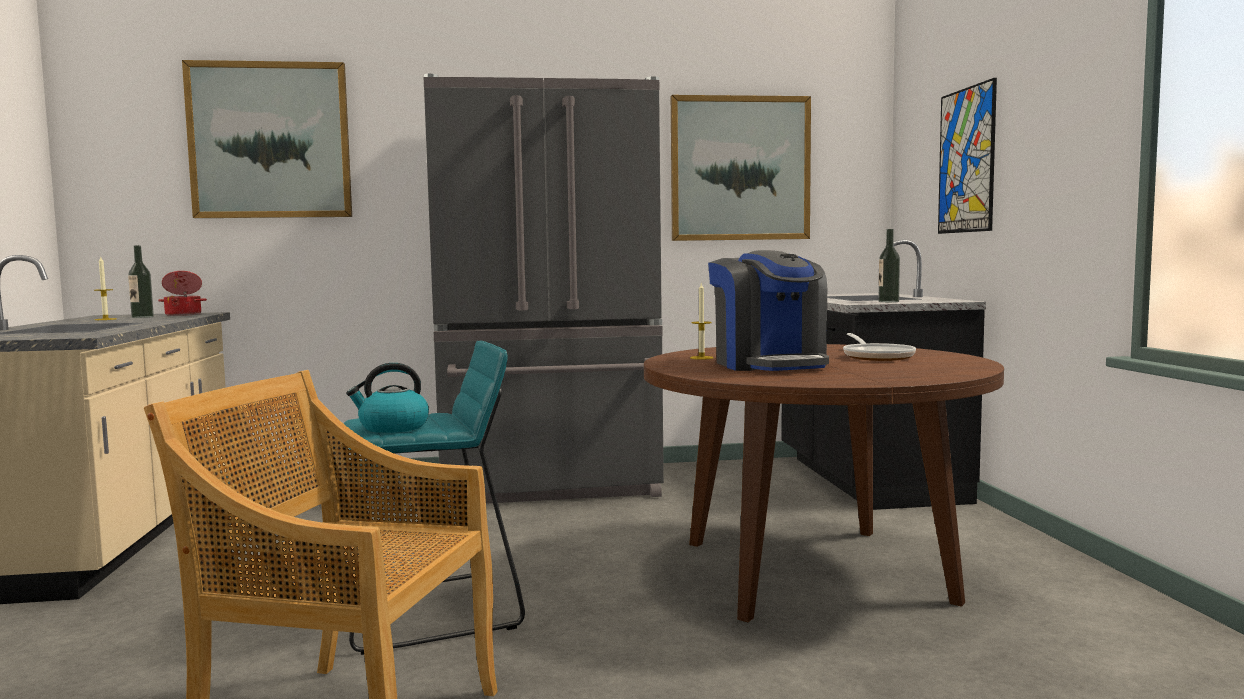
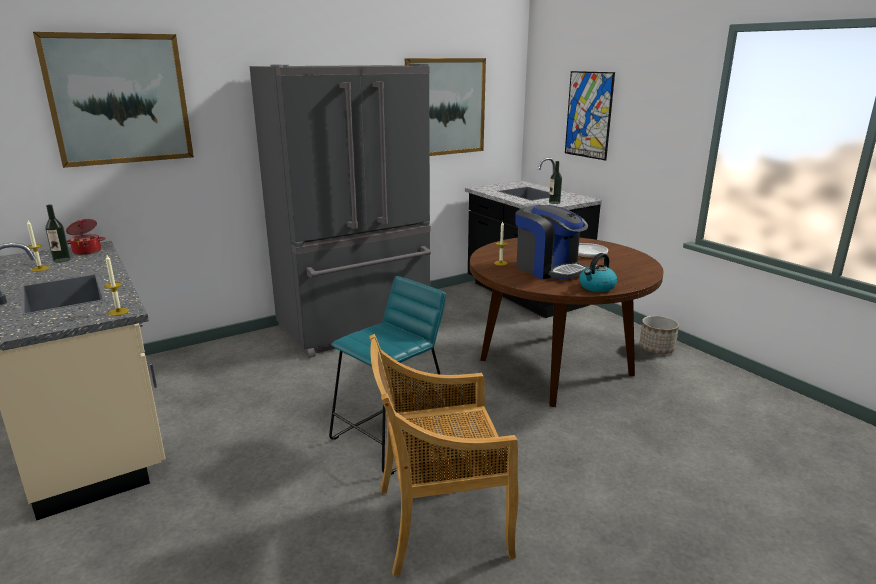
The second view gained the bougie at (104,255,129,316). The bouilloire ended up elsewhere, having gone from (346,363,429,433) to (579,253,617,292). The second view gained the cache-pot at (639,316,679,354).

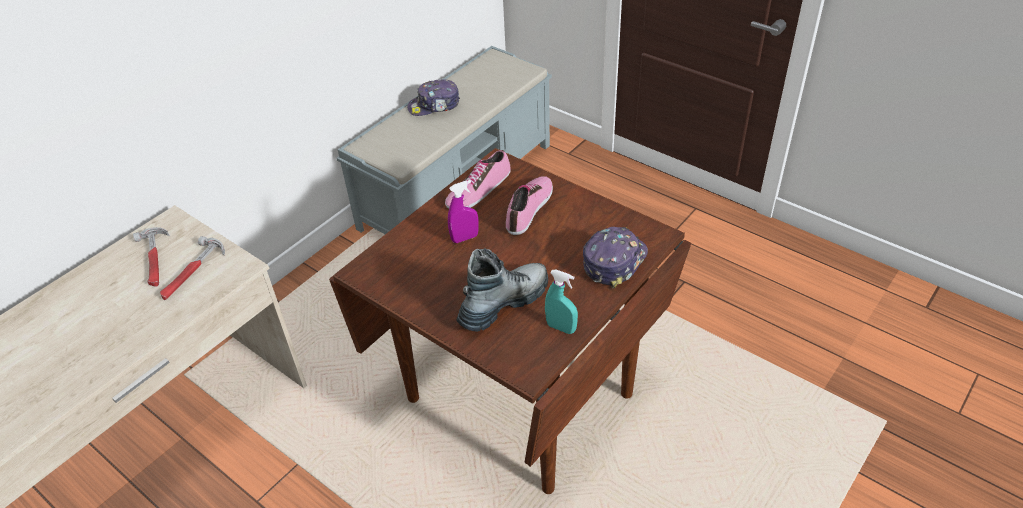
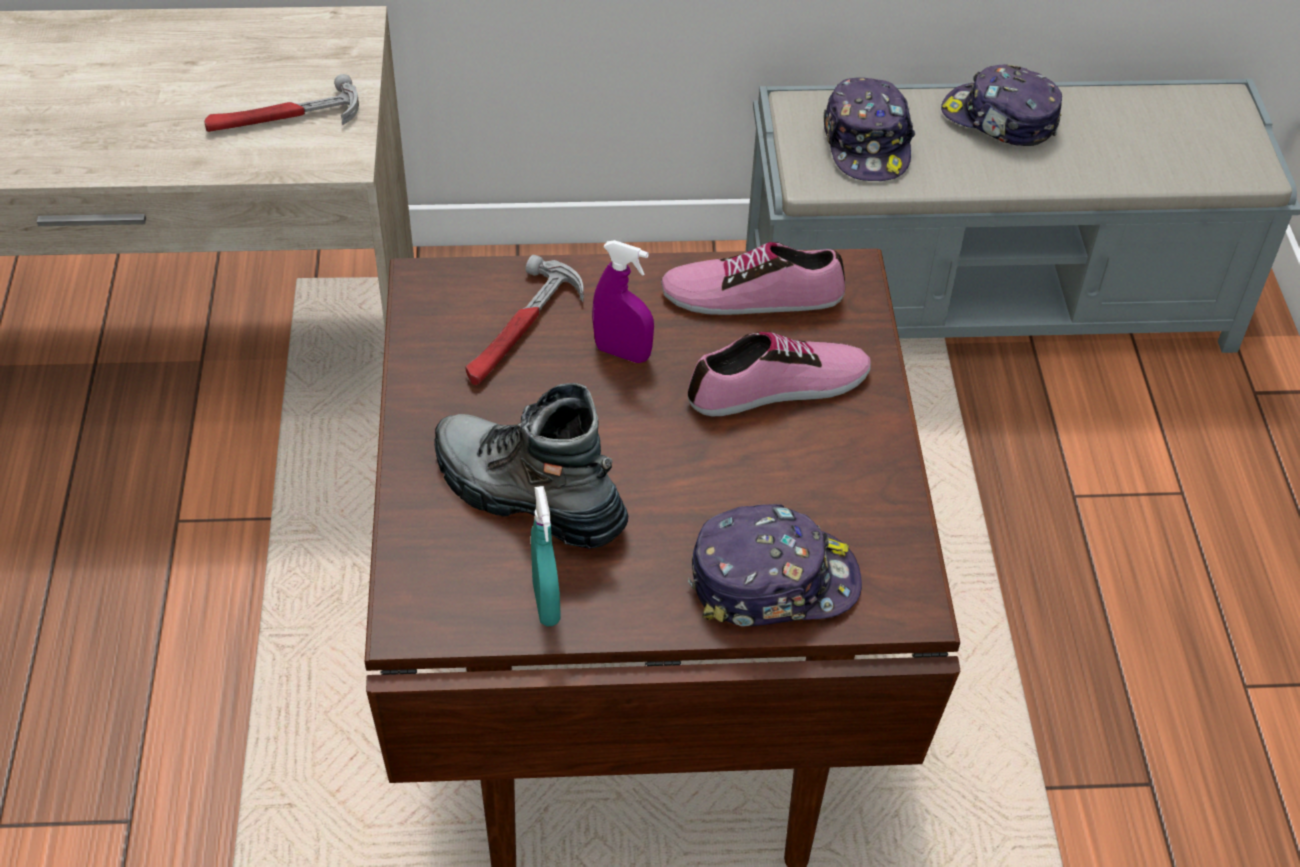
The botte at (456,248,548,332) ended up facing another way, 150 degrees counterclockwise from before. The marteau ended up elsewhere, having gone from (133,227,170,287) to (465,255,584,385). The second view gained the casquette at (823,77,915,181).

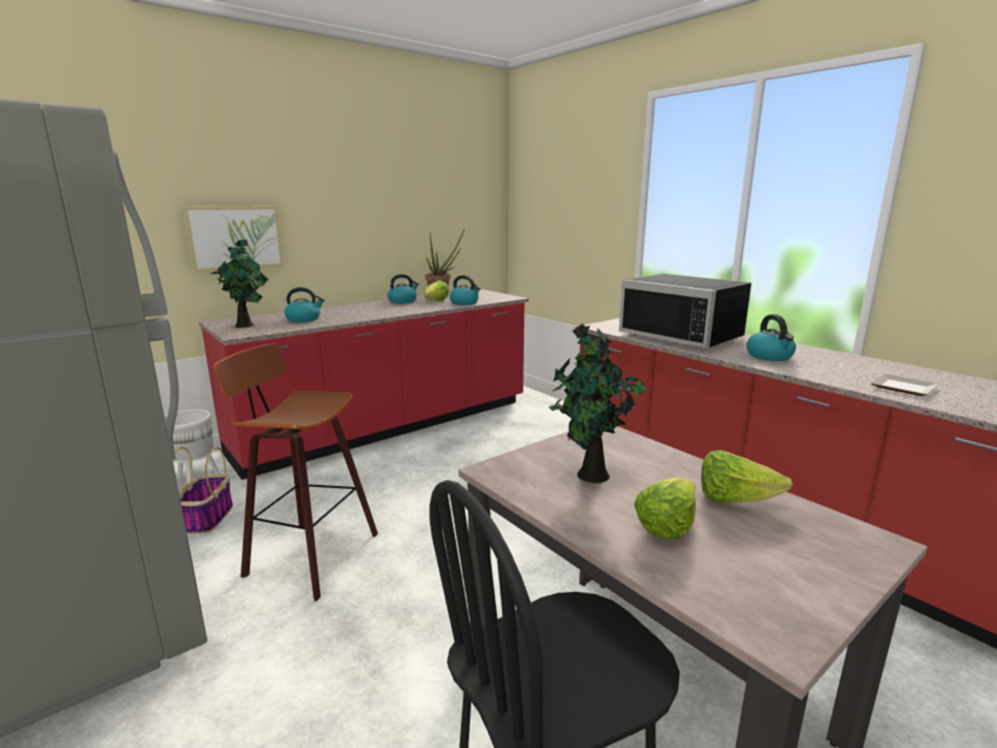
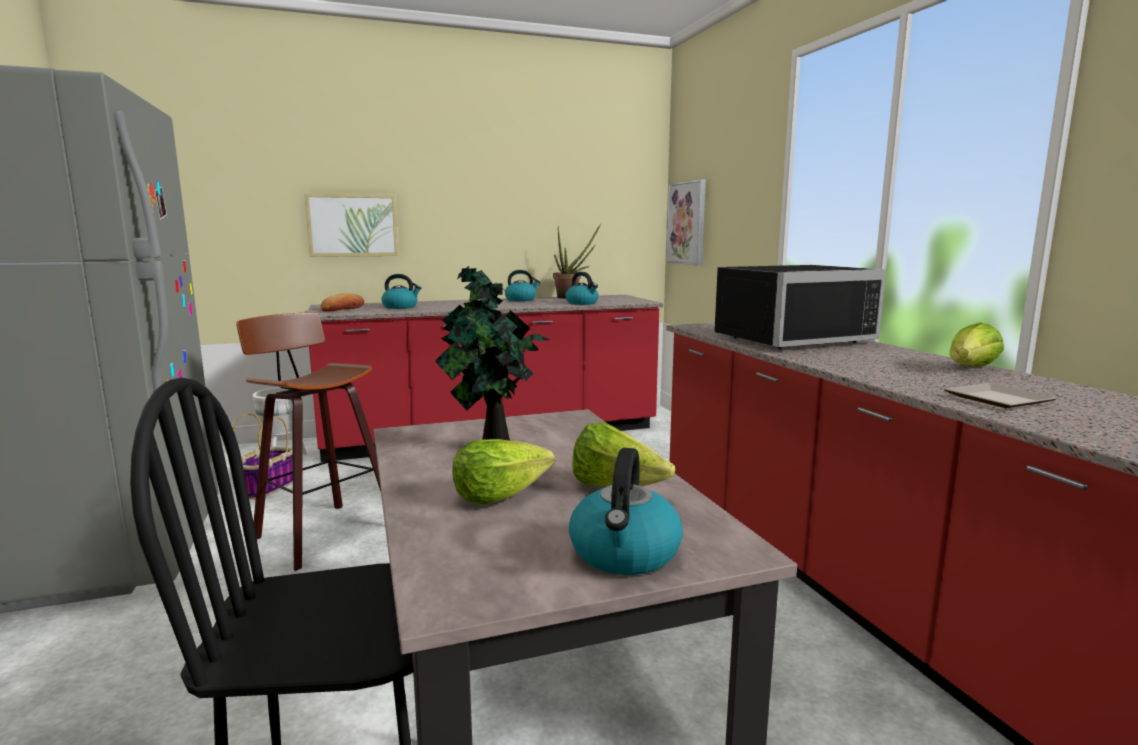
Where the plante en pot stood at (211,239,268,328), the pain came to stand at (320,293,364,311). The bouilloire ended up elsewhere, having gone from (746,314,796,361) to (569,448,683,575). The second view gained the tableau at (666,179,706,266). The micro-ondes (noir) at (619,274,751,348) ended up facing another way, 90 degrees counterclockwise from before. The laitue ended up elsewhere, having gone from (424,280,449,301) to (949,322,1004,367).

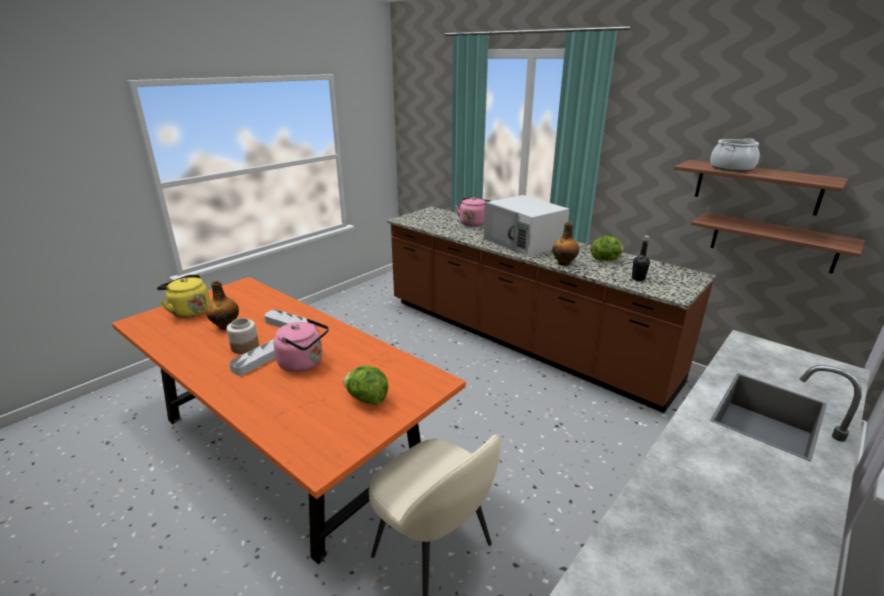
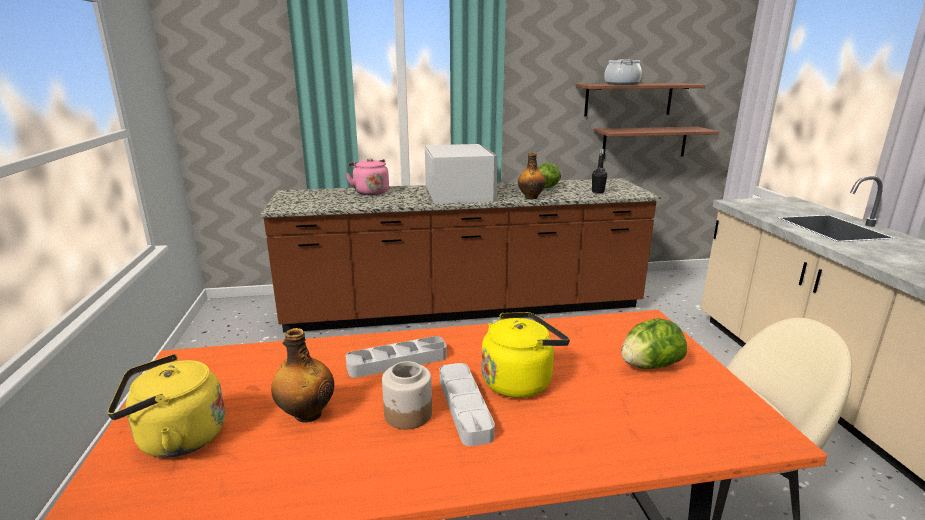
The micro-ondes (blanc) at (484,195,570,256) ended up facing another way, 105 degrees counterclockwise from before. What was the bouilloire (rose) at (273,318,329,372) turned into the bouilloire (jaune) at (481,312,570,398).

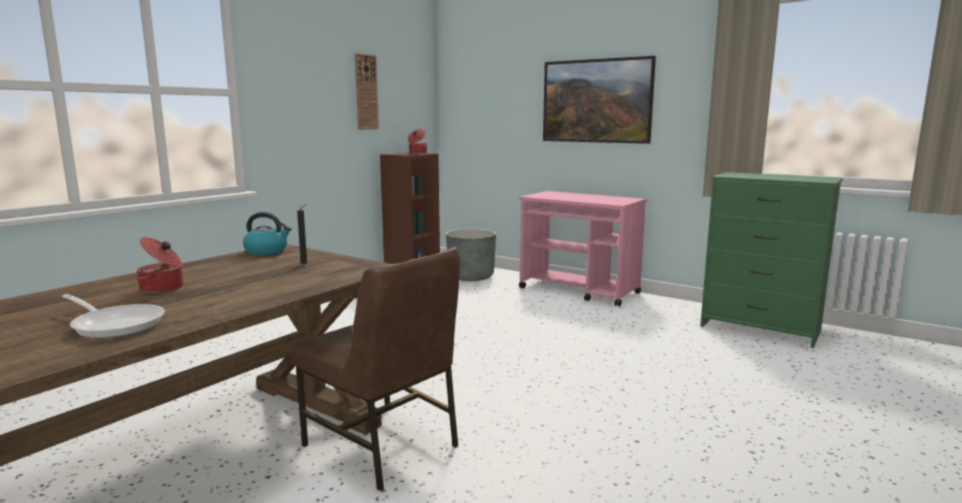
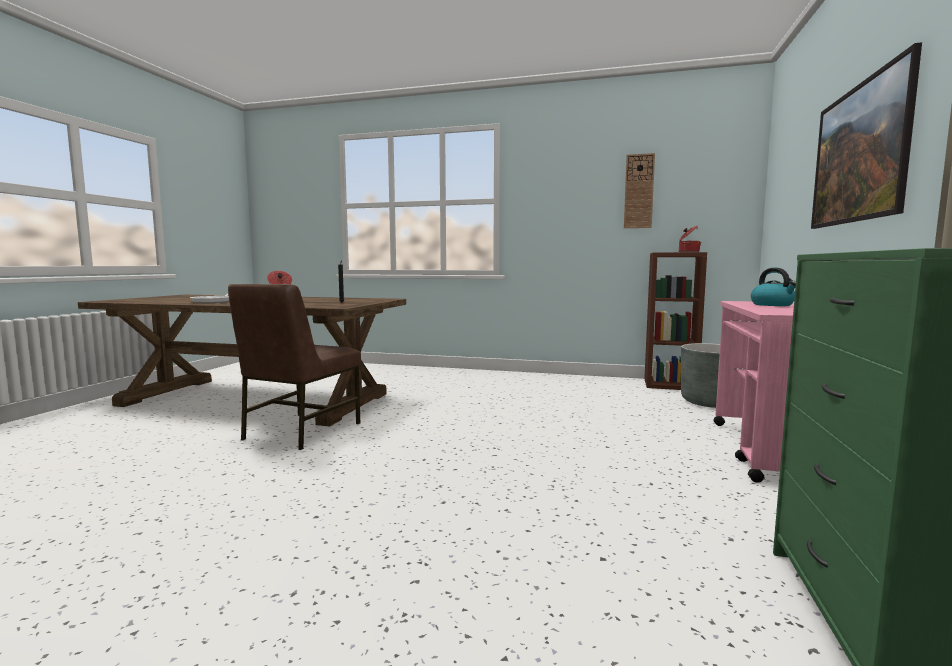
The bouilloire ended up elsewhere, having gone from (243,212,292,255) to (751,268,796,306).

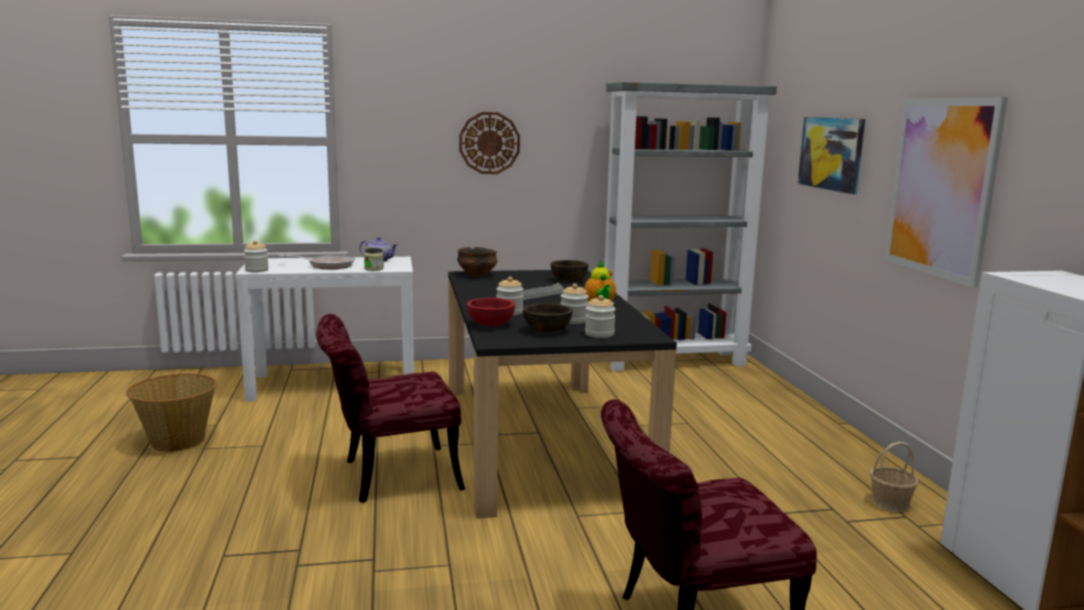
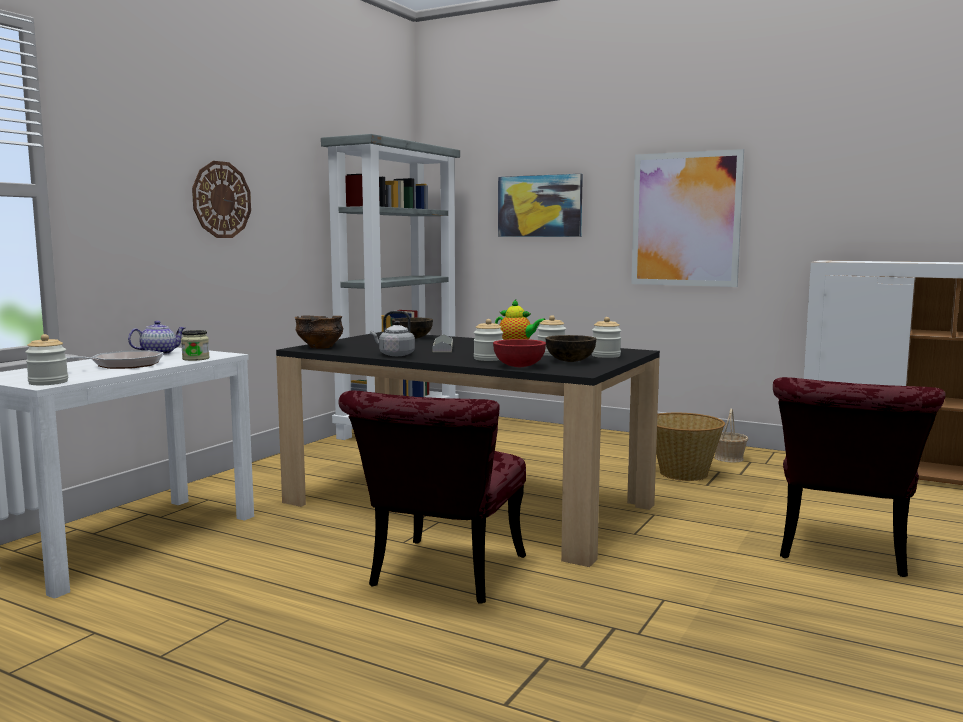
The second view gained the bouilloire (gris) at (370,311,415,356). The panier ended up elsewhere, having gone from (126,373,217,452) to (656,413,725,481).

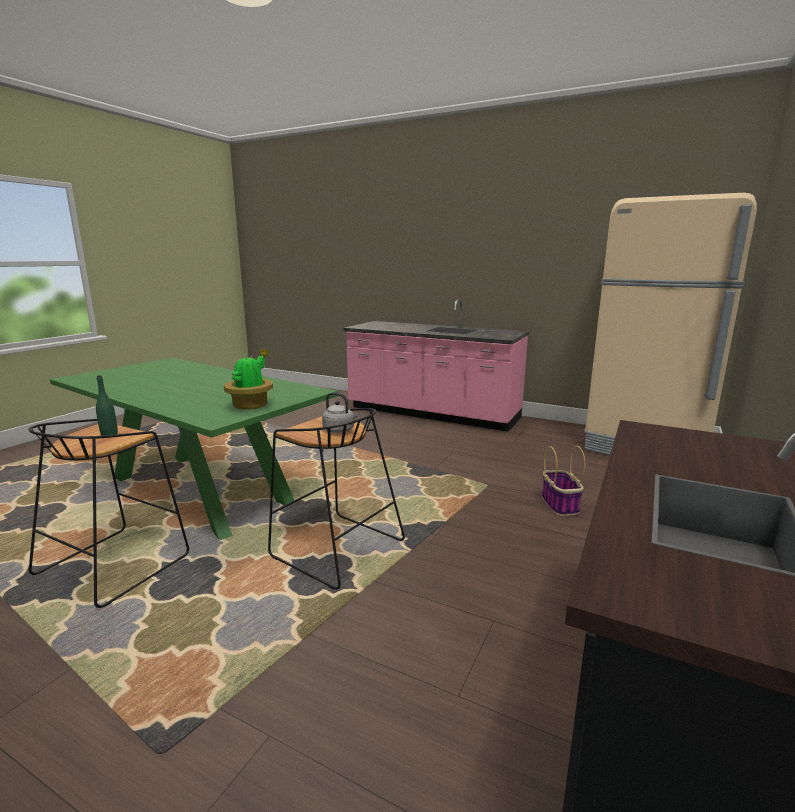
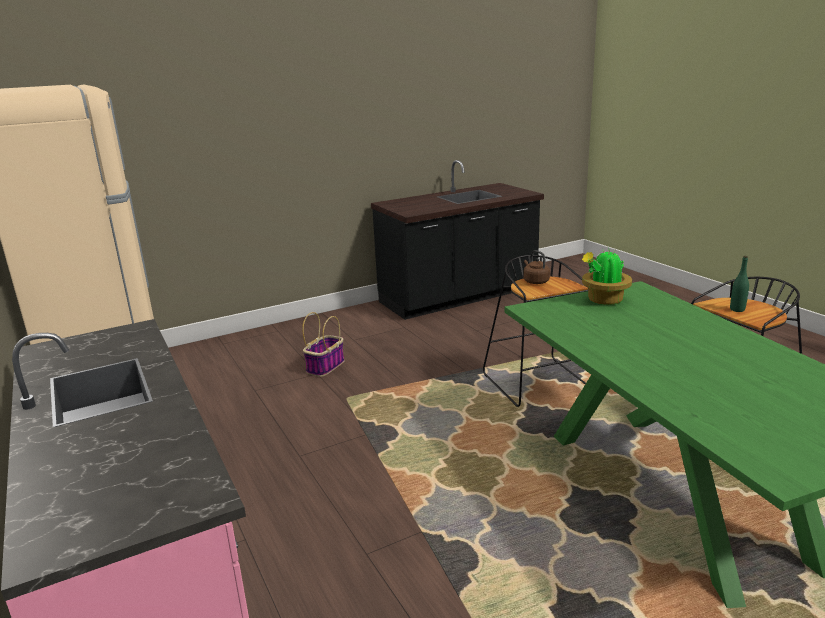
What was the bouilloire (gris) at (322,392,359,433) turned into the bouilloire (marron) at (523,250,550,284).

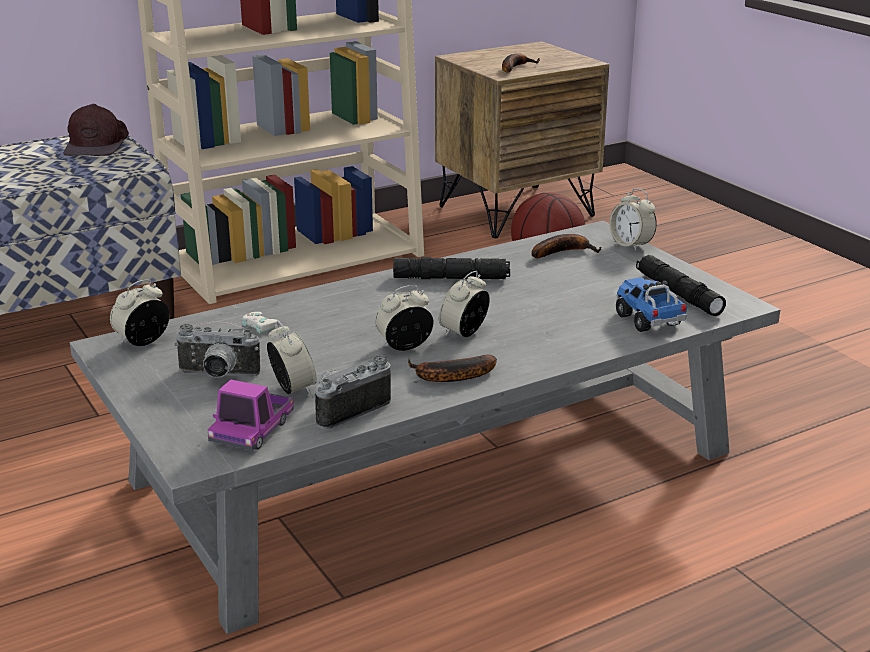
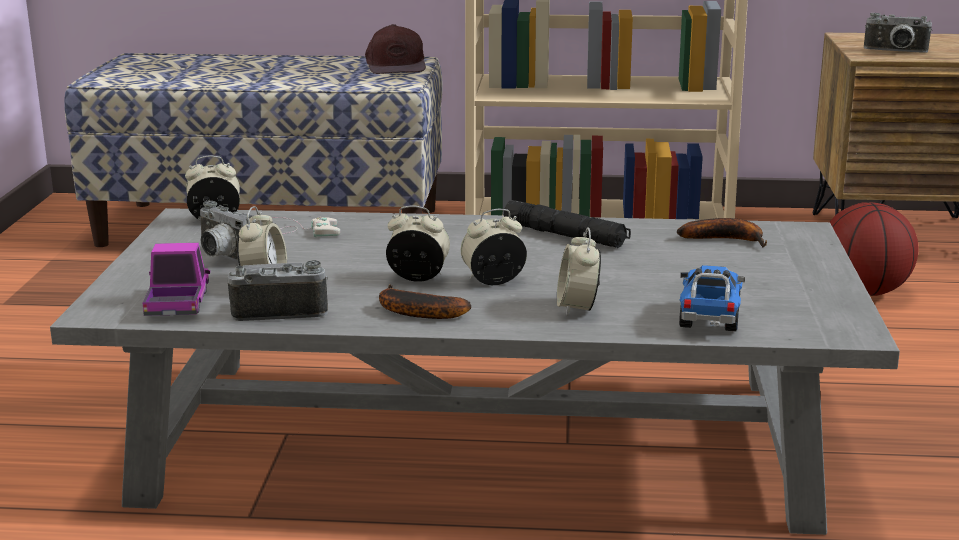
The camion jouet at (208,380,294,451) ended up facing another way, 120 degrees clockwise from before. The casquette (marron) at (63,104,129,156) ended up facing another way, 45 degrees counterclockwise from before. The réveil ended up elsewhere, having gone from (610,188,657,251) to (557,227,601,316). Where the banane stood at (502,53,540,73), the appareil photo came to stand at (864,13,932,53). The second view lost the lampe de poche (noir) at (636,255,726,316).

